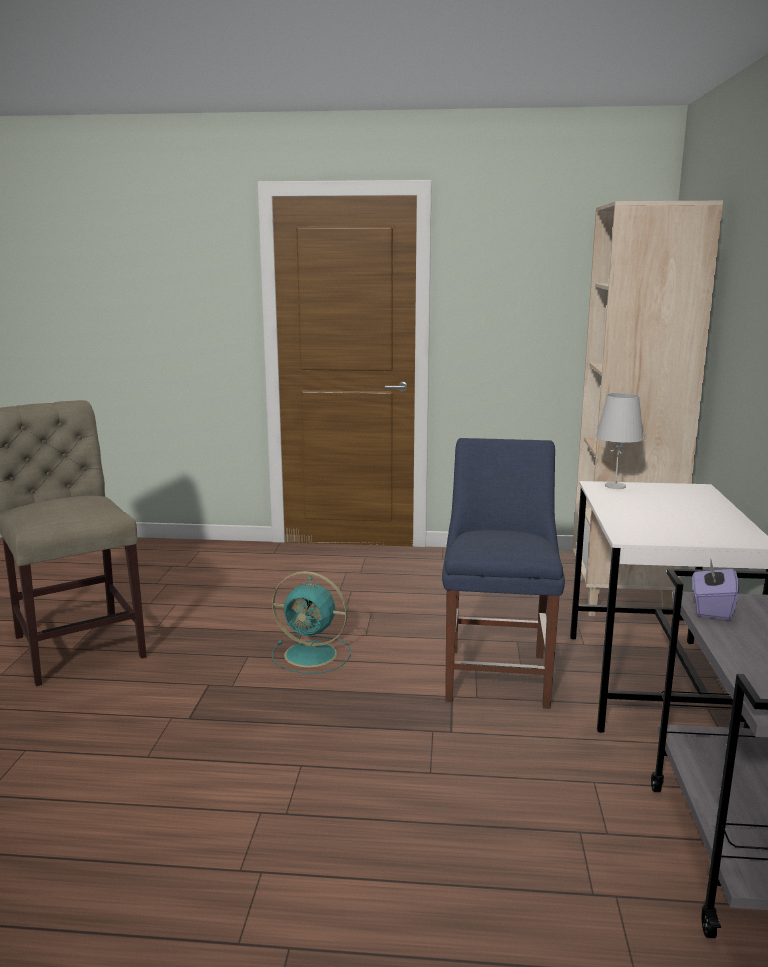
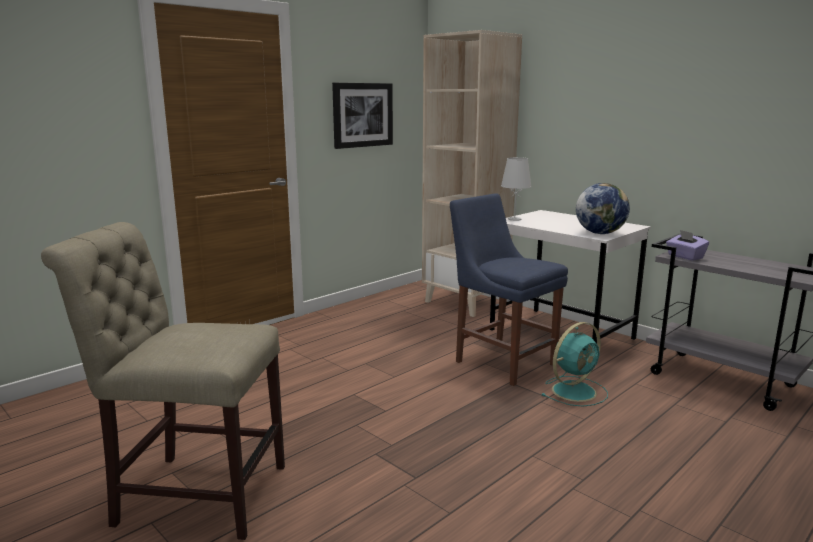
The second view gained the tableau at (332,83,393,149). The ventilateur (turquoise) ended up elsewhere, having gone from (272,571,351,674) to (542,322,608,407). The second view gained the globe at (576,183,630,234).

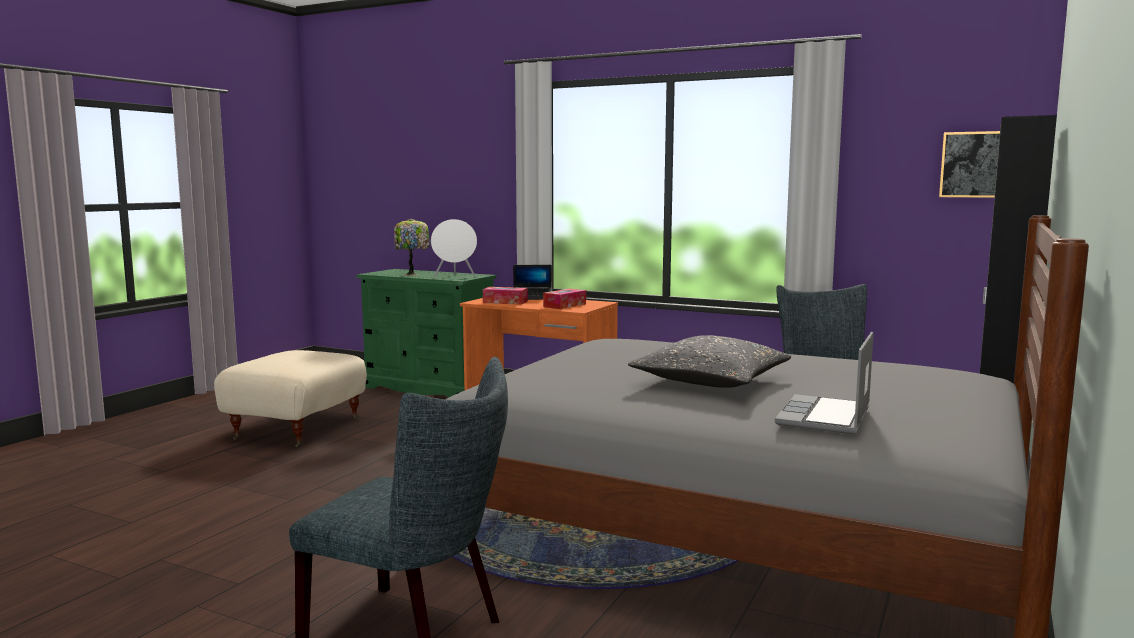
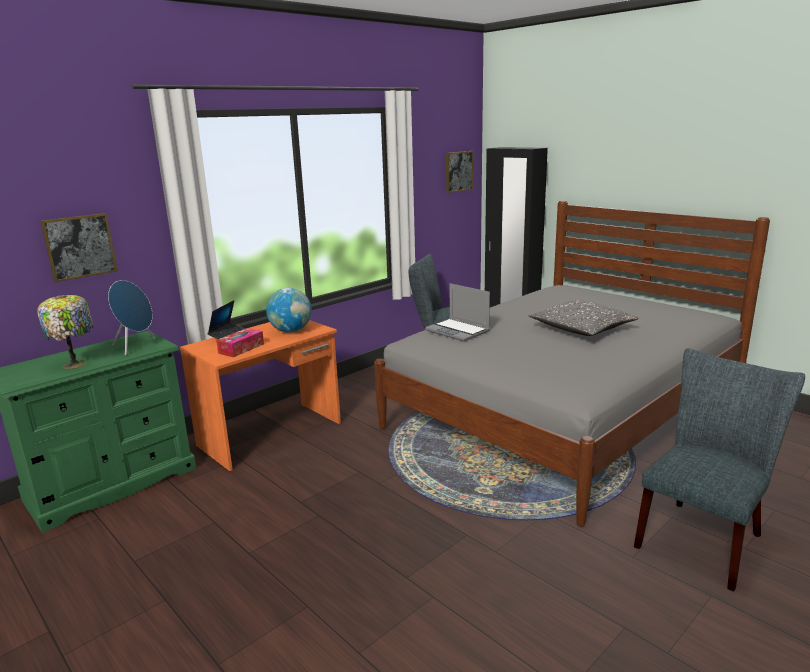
The second view gained the tableau at (40,213,118,282). What was the enceinte (blanc) at (431,219,477,278) turned into the enceinte (bleu) at (108,280,155,356). Where the boîte à mouchoirs stood at (543,289,586,309), the globe came to stand at (266,288,312,333). The ordinateur portable ended up elsewhere, having gone from (775,332,874,435) to (425,283,490,342). The second view lost the pouf (beige) at (214,350,367,448).

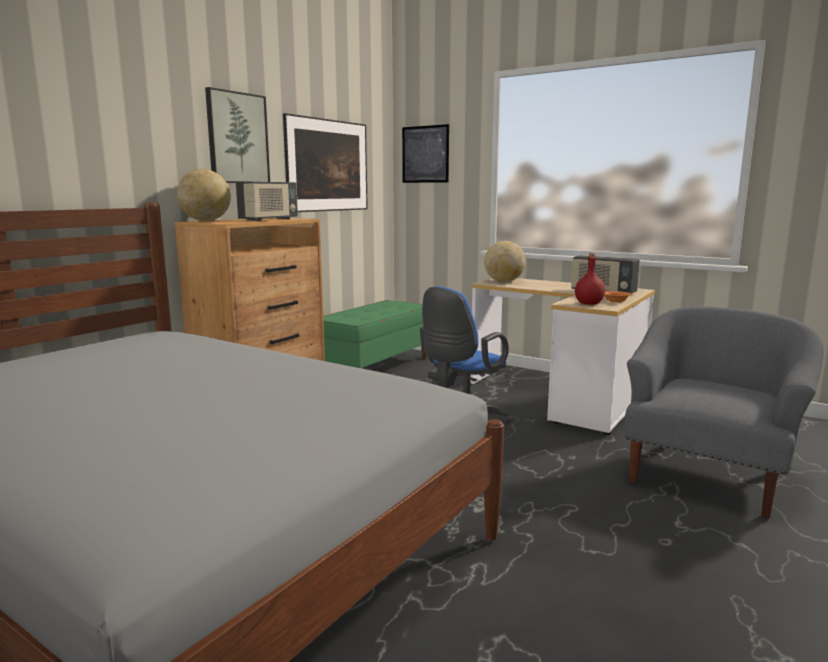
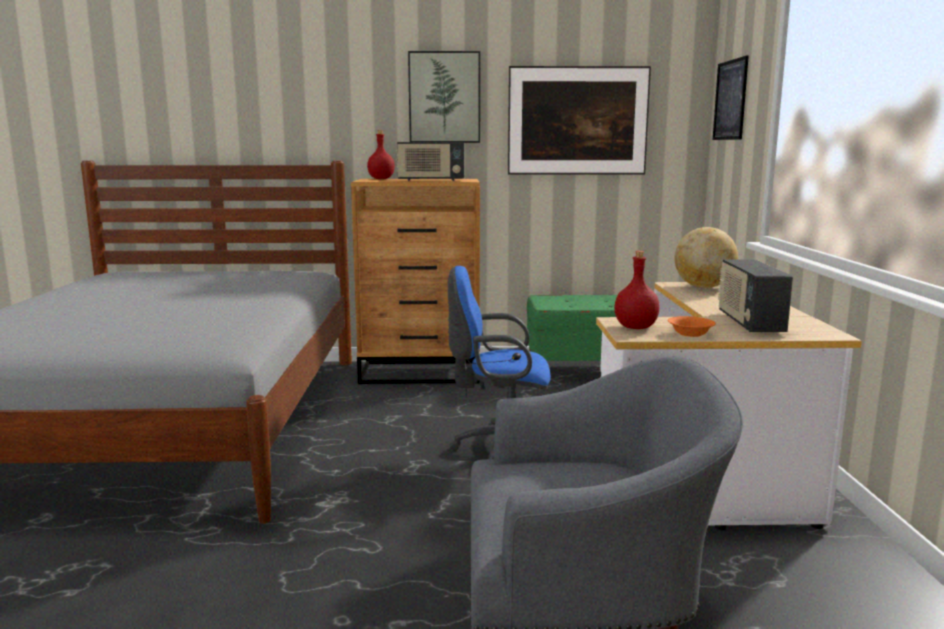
Where the globe stood at (177,169,231,221), the bouteille (rouge) came to stand at (367,130,395,179).

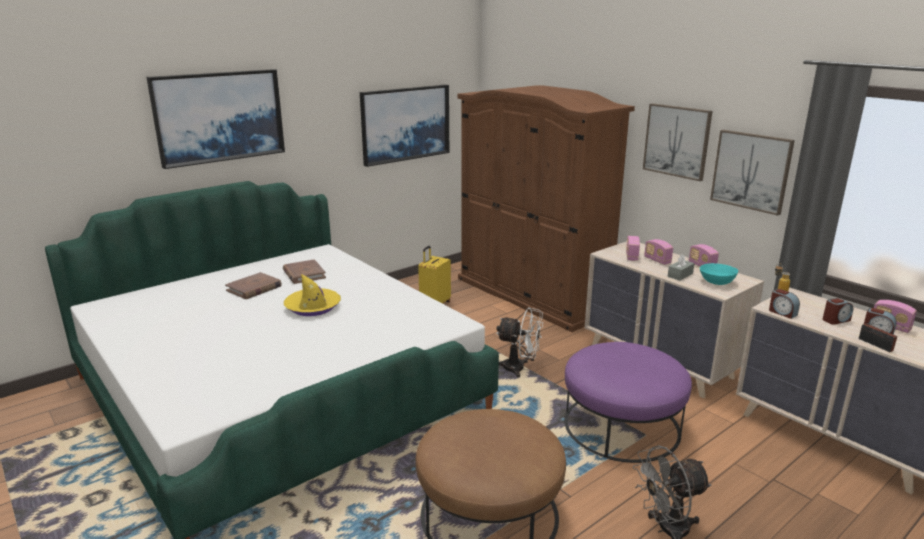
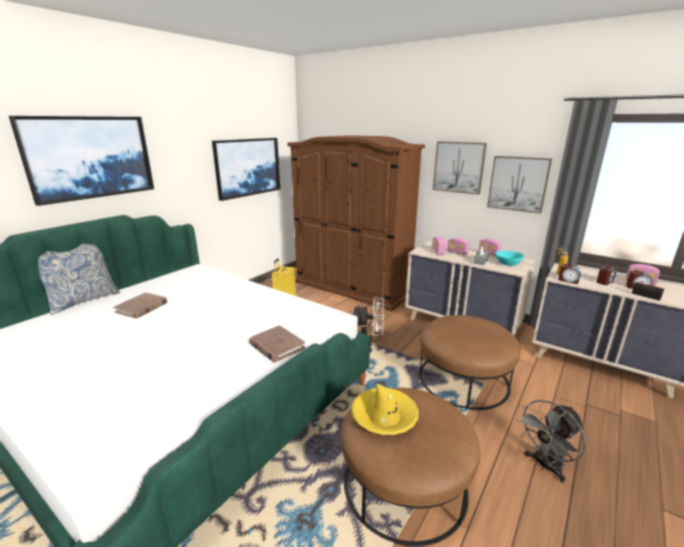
The second view gained the coussin at (38,243,120,315). The livre (marron) ended up elsewhere, having gone from (283,259,326,284) to (249,325,305,363). The chapeau (jaune) ended up elsewhere, having gone from (284,274,341,316) to (351,384,419,435). What was the pouf (violet) at (564,342,692,463) turned into the pouf (marron) at (419,315,521,410).

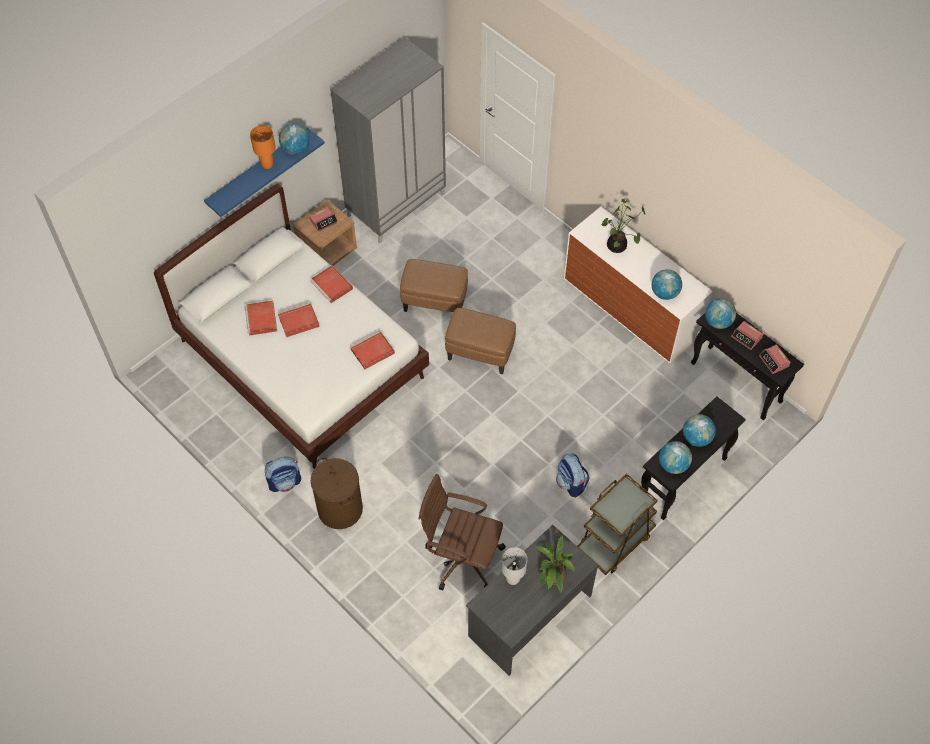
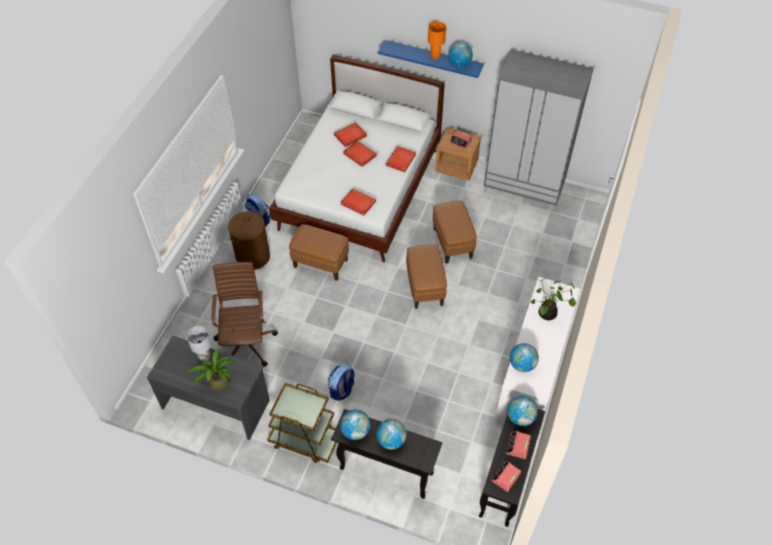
The second view gained the pouf (marron) at (289,224,349,281).

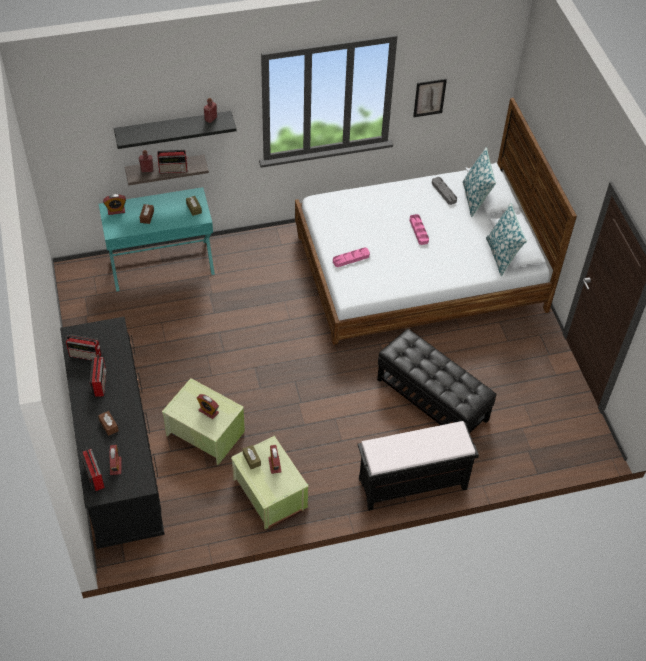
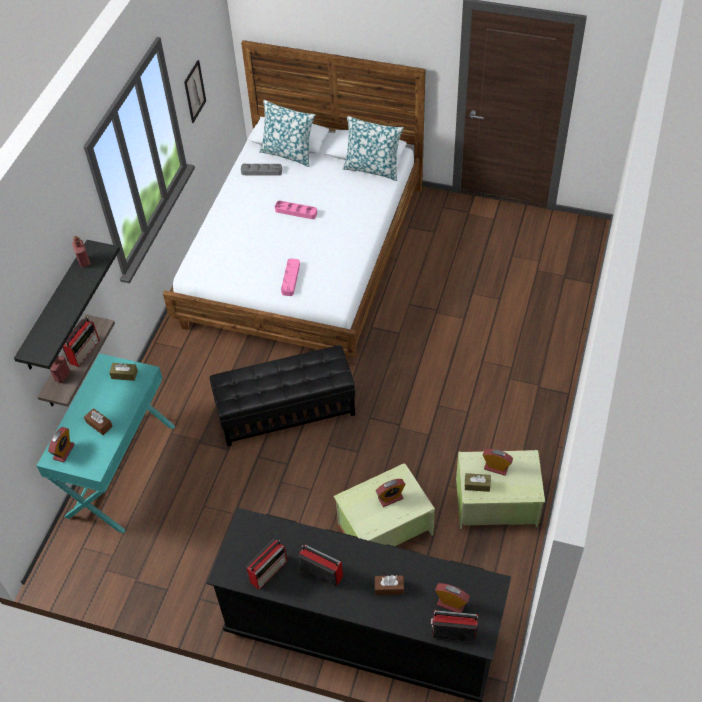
The pouf (noir) ended up elsewhere, having gone from (377,329,496,433) to (210,345,355,447). The second view lost the banc (noir) at (358,421,479,511).

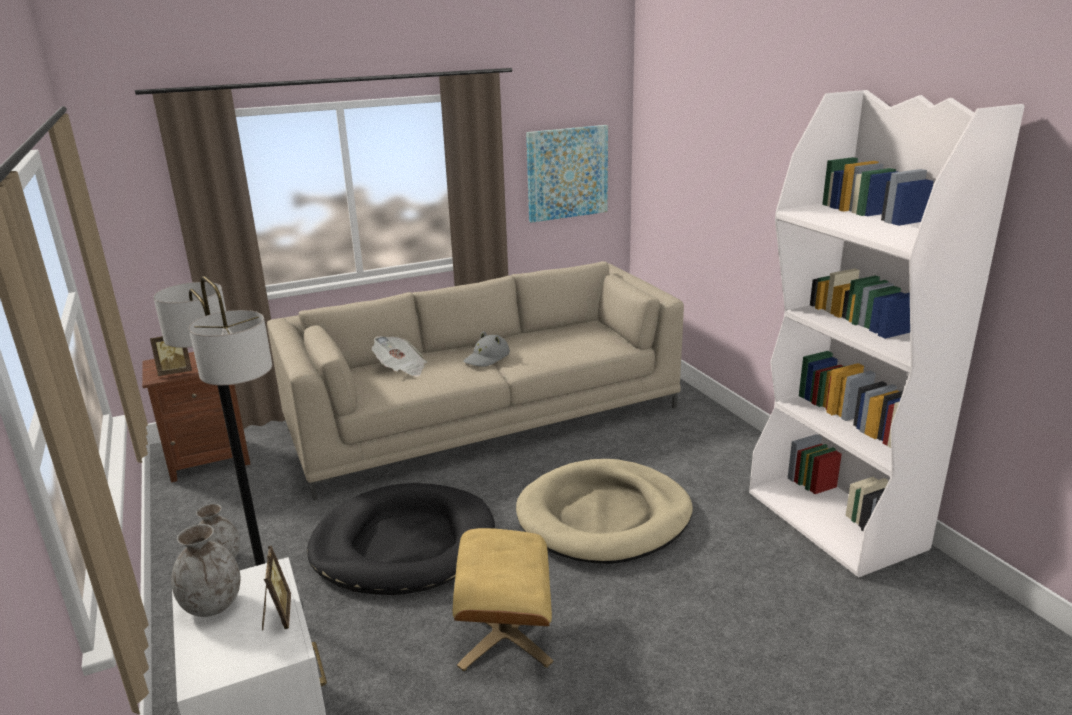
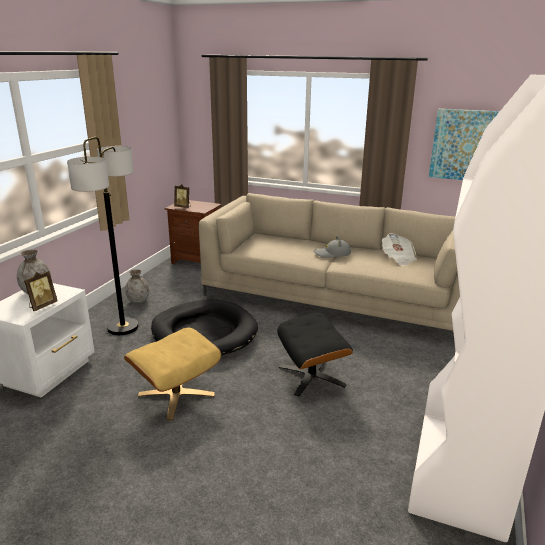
Where the panier pour chien (beige) stood at (516,459,693,564), the pouf (noir) came to stand at (277,313,353,397). The journal ended up elsewhere, having gone from (372,336,427,377) to (382,233,417,266).

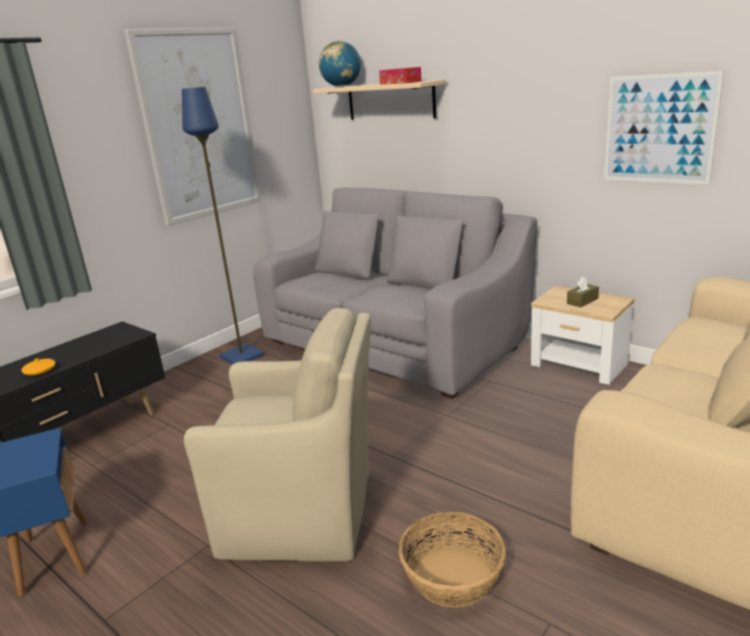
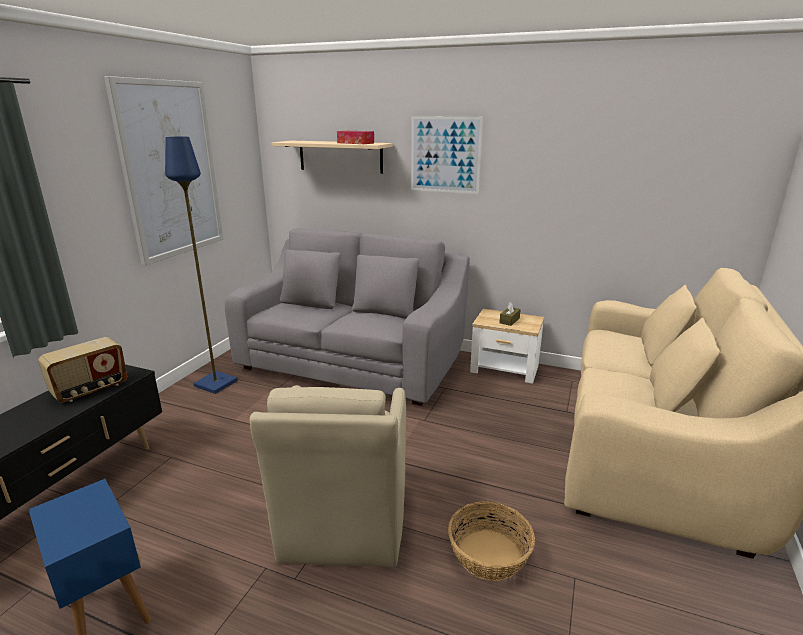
The second view gained the radio at (38,337,127,403). The fauteuil (beige) at (184,308,371,561) ended up facing another way, 105 degrees clockwise from before. The tableau ended up elsewhere, having gone from (604,71,724,184) to (411,116,483,194). The second view lost the vase (orange) at (21,358,55,375). The second view lost the globe at (319,41,361,87).

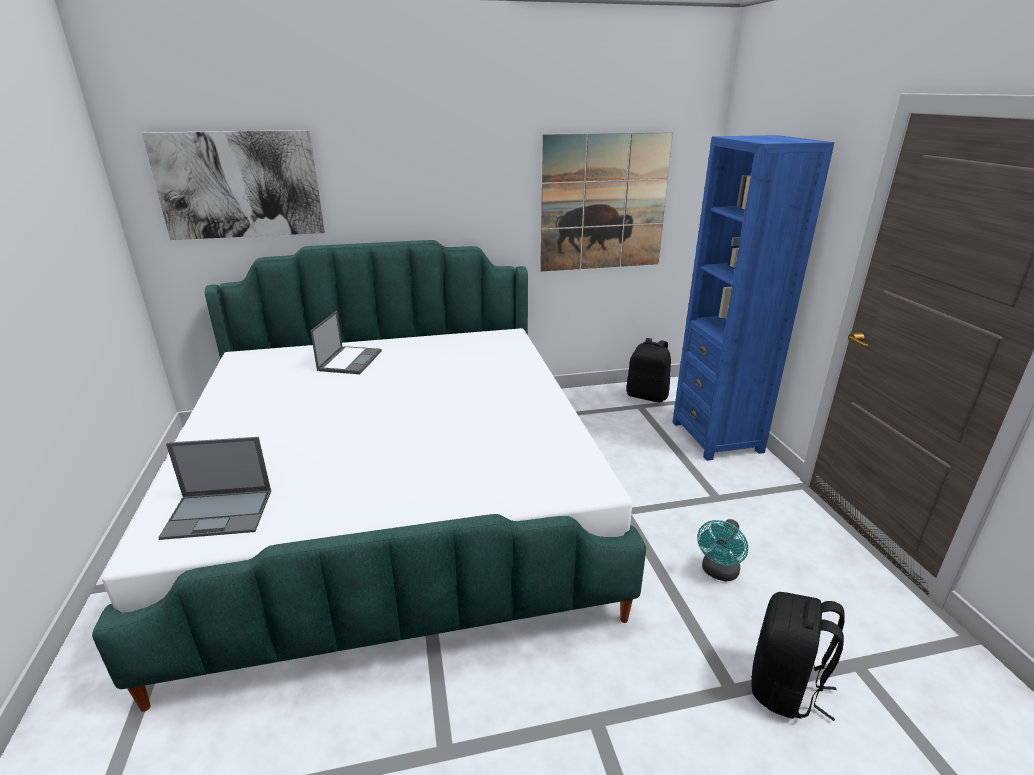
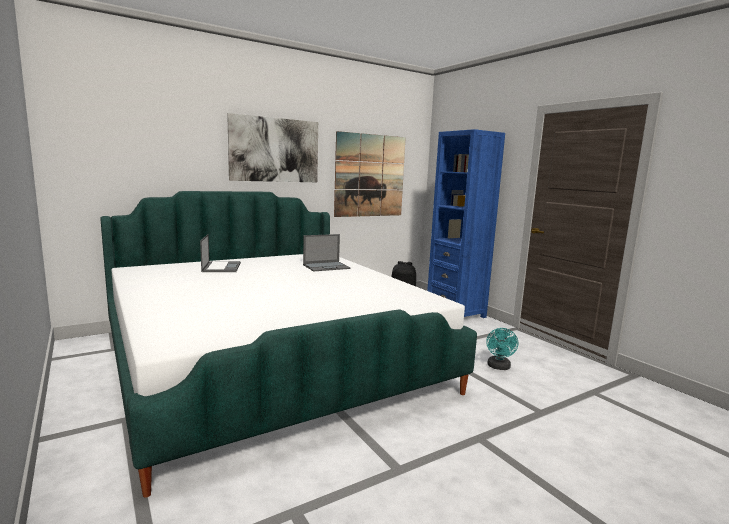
The tableau ended up elsewhere, having gone from (142,130,325,240) to (227,113,318,182). The ordinateur portable ended up elsewhere, having gone from (158,437,271,540) to (303,234,350,272). The second view lost the sac à dos (noir) at (751,592,845,721).

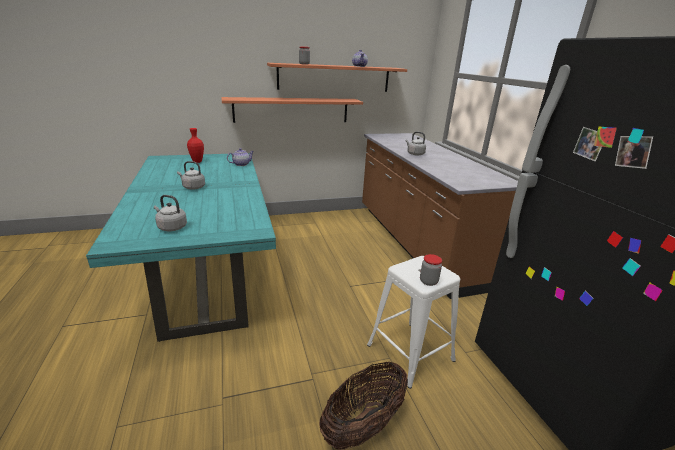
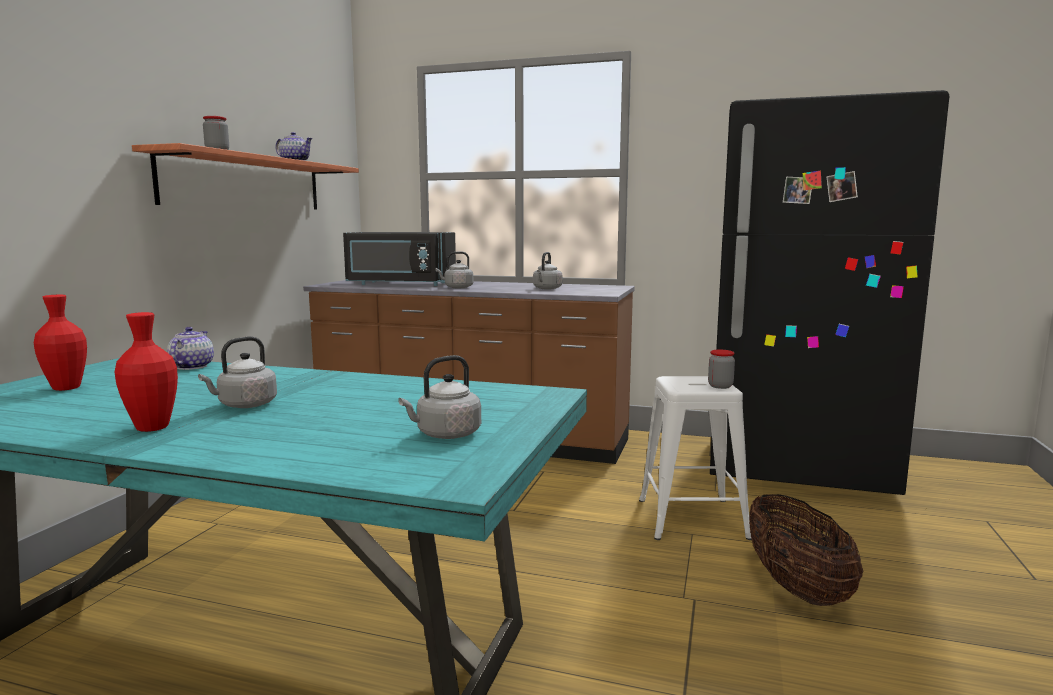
The second view gained the vase (rouge) at (115,312,178,432). The second view gained the micro-ondes (noir) at (343,232,456,286). The second view gained the bouilloire (gris) at (533,252,562,290). The second view lost the étagère at (221,97,363,123).

